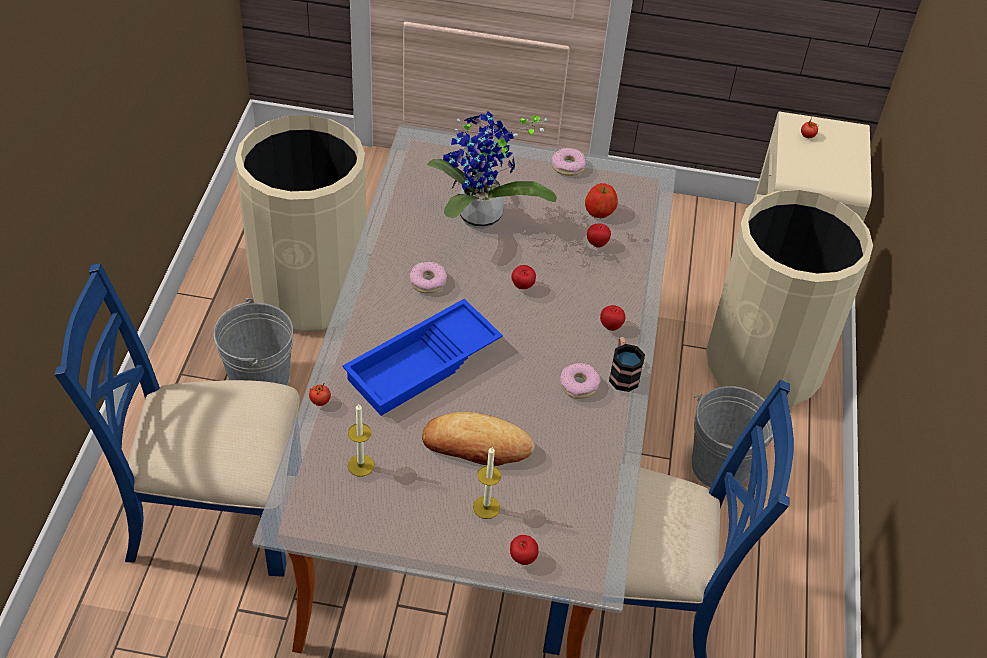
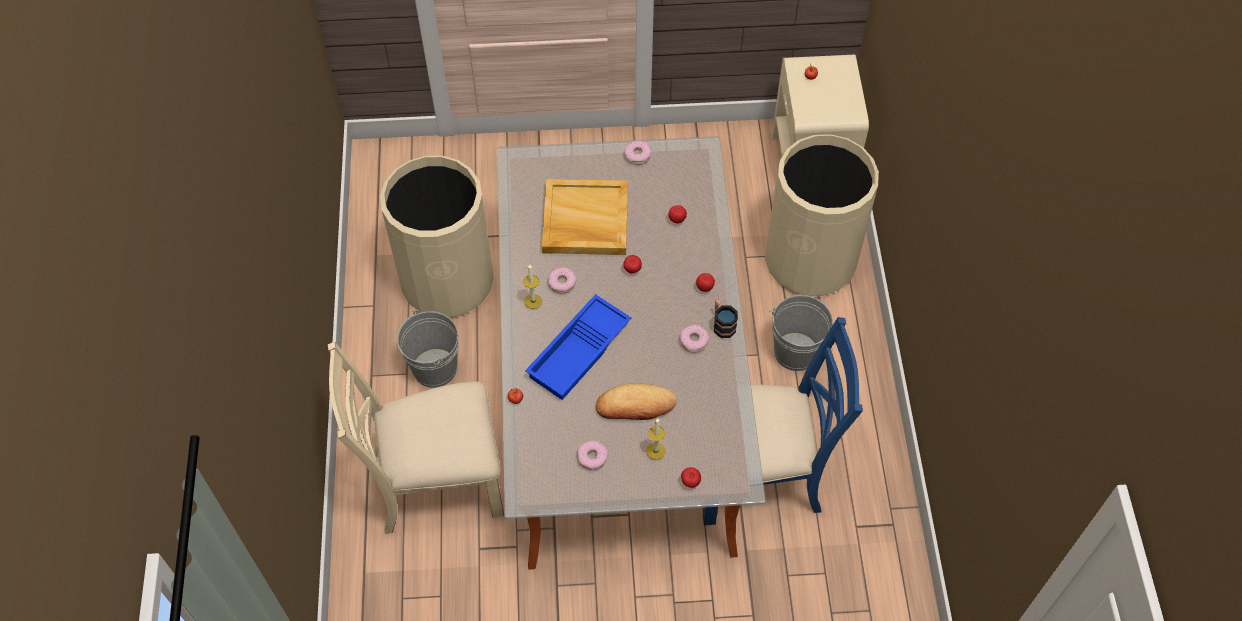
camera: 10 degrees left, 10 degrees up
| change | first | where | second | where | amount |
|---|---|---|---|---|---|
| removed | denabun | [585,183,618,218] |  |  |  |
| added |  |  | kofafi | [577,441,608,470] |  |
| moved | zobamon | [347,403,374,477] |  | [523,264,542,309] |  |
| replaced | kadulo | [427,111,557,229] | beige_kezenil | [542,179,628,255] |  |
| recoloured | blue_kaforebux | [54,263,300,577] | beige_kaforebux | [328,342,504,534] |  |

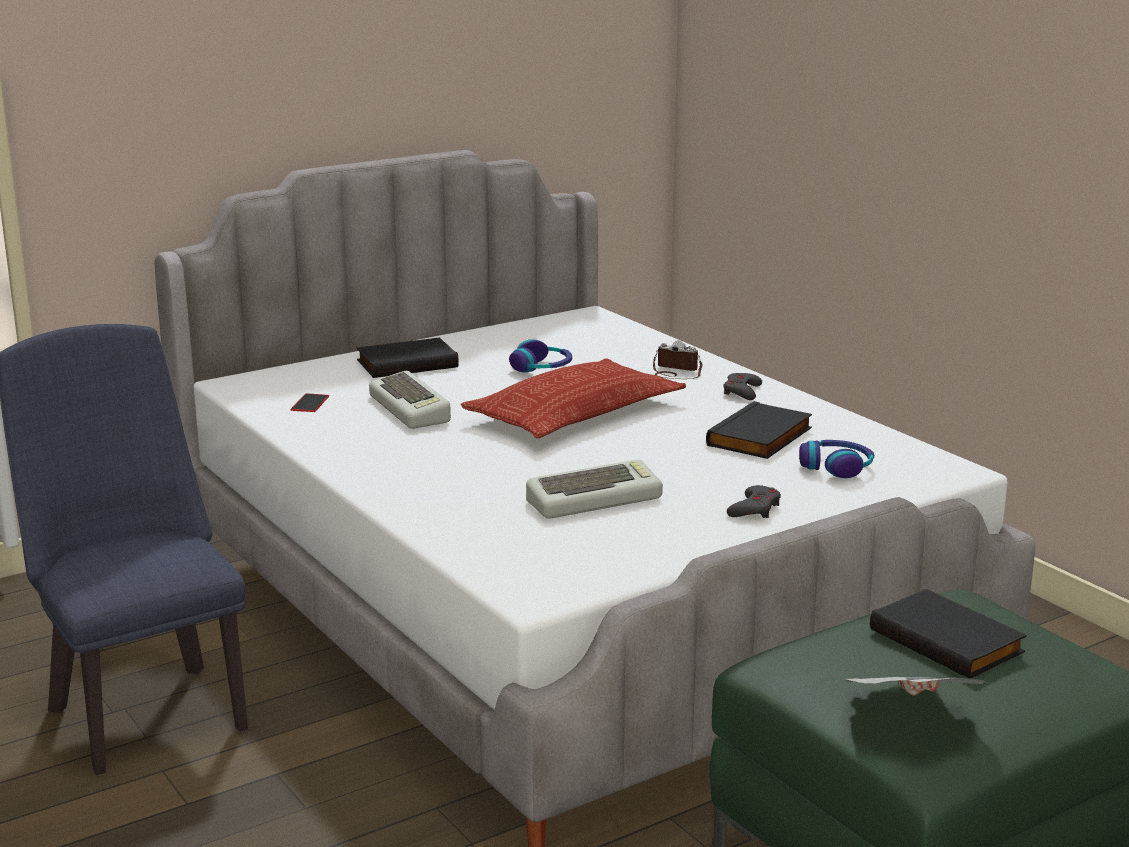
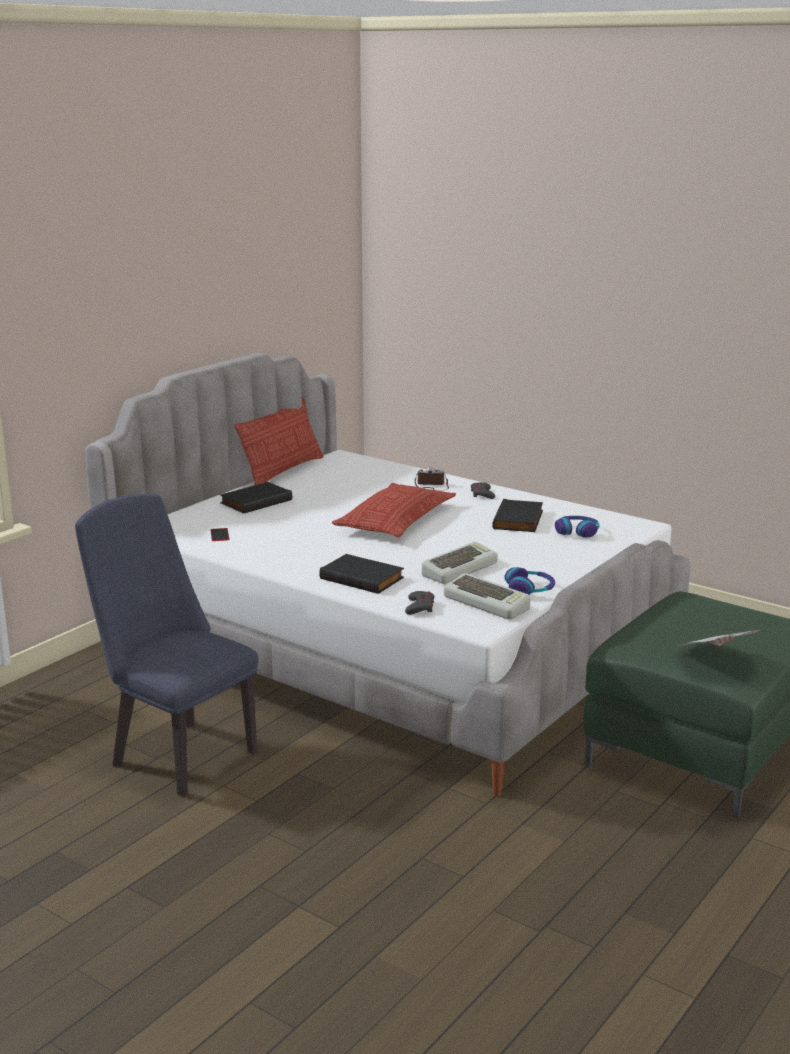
camera: 20 degrees left, 0 degrees up
| change | first | where | second | where | amount |
|---|---|---|---|---|---|
| added |  |  | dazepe | [235,397,324,485] |  |
| moved | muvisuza | [369,371,451,429] |  | [444,573,530,620] |  |
| moved | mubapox | [509,339,572,373] |  | [505,567,555,595] |  |
| moved | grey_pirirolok | [727,485,781,518] |  | [405,591,435,615] |  |
| moved | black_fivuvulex | [870,589,1027,679] |  | [319,554,404,594] |  |

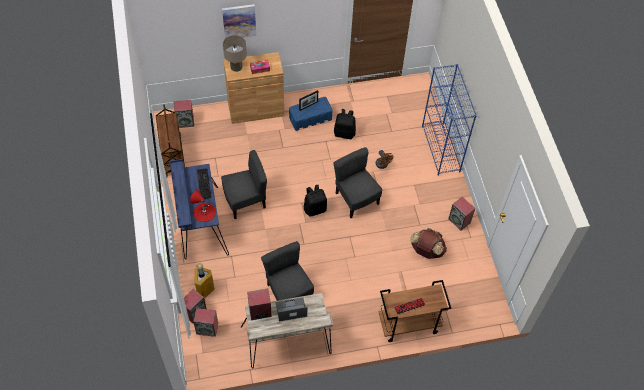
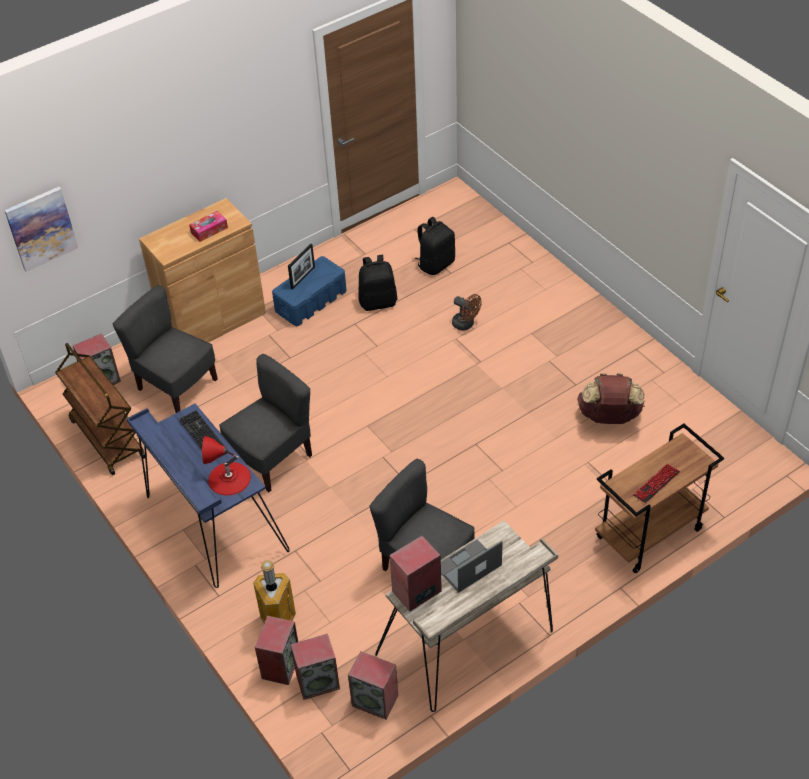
camera: 20 degrees left, 10 degrees down
| change | first | where | second | where | amount |
|---|---|---|---|---|---|
| removed | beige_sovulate | [223,35,247,72] |  |  |  |
| removed | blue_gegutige | [422,64,477,176] |  |  |  |
| moved | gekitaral | [222,4,256,39] |  | [4,187,78,272] |  |
| moved | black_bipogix | [304,185,327,217] |  | [415,217,455,275] |  |
| moved | grey_kaforebux | [334,147,382,218] |  | [113,285,218,413] |  |
| moved | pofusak | [448,197,475,231] |  | [348,652,398,720] |  |

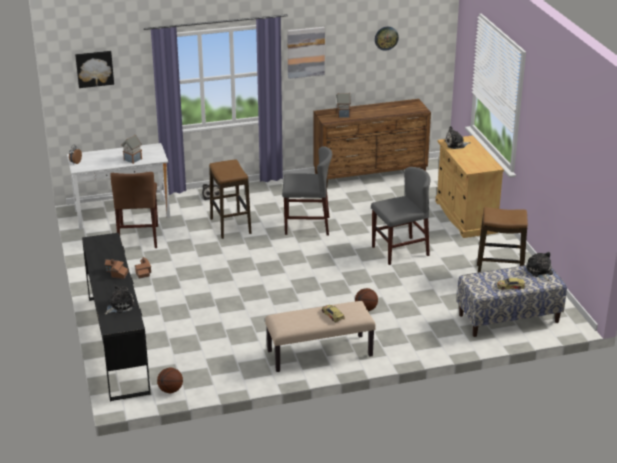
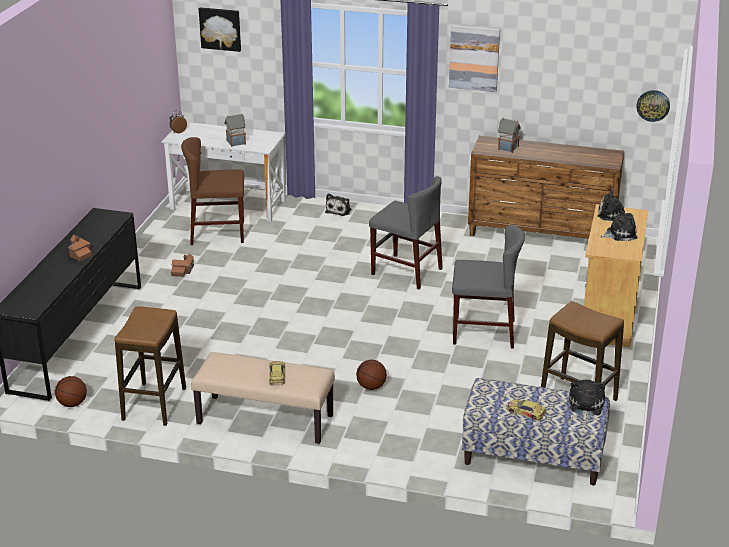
camera: 30 degrees right, 0 degrees up
| change | first | where | second | where | amount |
|---|---|---|---|---|---|
| moved | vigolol | [104,284,136,315] |  | [600,209,638,241] |  |
| moved | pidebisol | [209,159,252,239] |  | [115,306,186,426] |  |
| moved | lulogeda | [375,27,399,51] |  | [636,90,670,122] |  |
| turned | brown_kaforebux | [110,172,158,248] |  | [181,137,244,245] | 60 degrees clockwise |

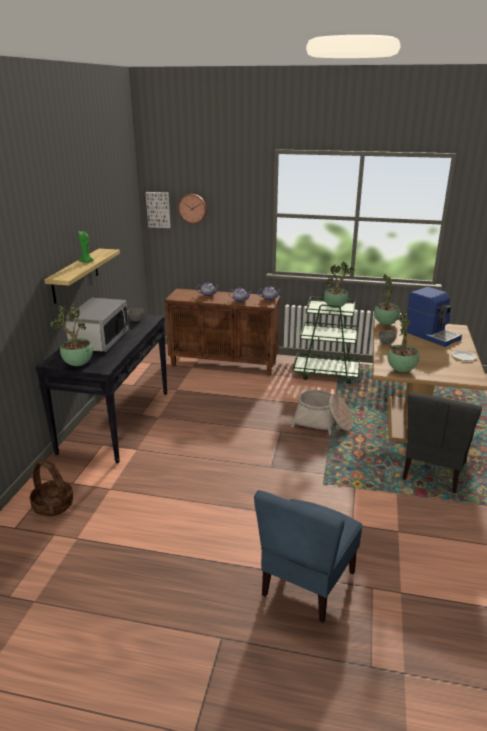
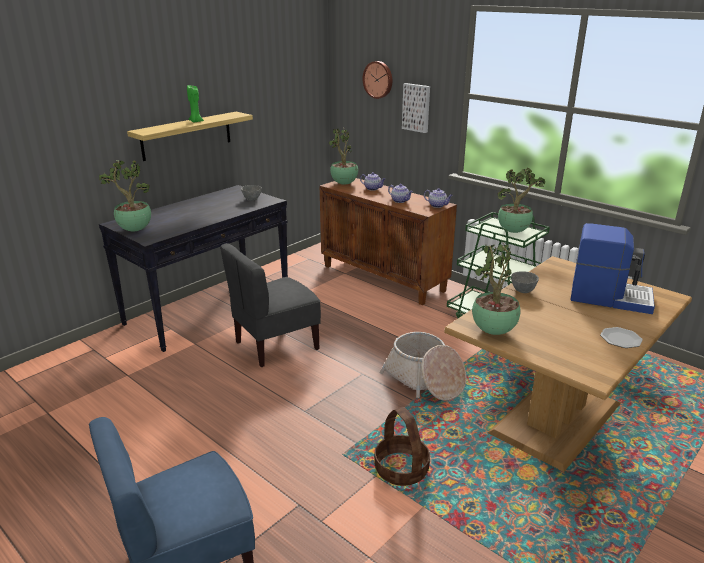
camera: 30 degrees right, 0 degrees up
| change | first | where | second | where | amount |
|---|---|---|---|---|---|
| removed | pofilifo | [65,298,129,352] |  |  |  |
| moved | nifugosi | [30,459,73,516] |  | [374,407,430,486] |  |
| moved | gekitaral | [146,192,171,228] |  | [402,83,430,133] |  |
| moved | kadulo | [374,274,400,325] |  | [329,129,358,185] |  |
| moved | grey_kaforebux | [402,392,482,493] |  | [220,243,321,367] |  |
| turned | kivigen | [407,287,462,347] |  | [570,223,655,314] | 60 degrees counterclockwise |

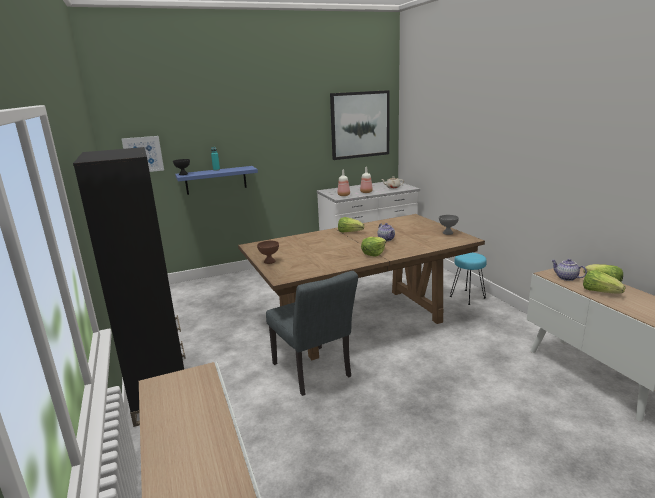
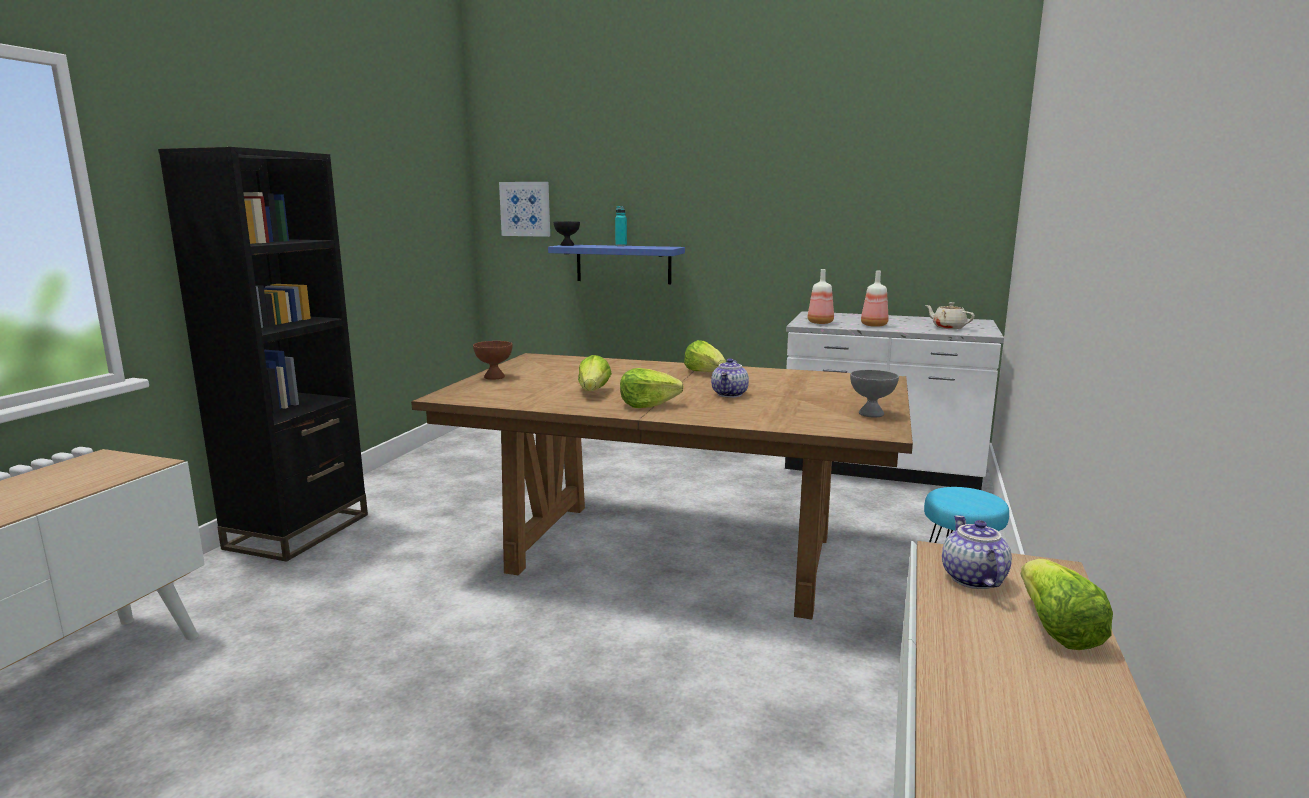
camera: 40 degrees right, 5 degrees down
| change | first | where | second | where | amount |
|---|---|---|---|---|---|
| removed | grey_kaforebux | [266,271,358,396] |  |  |  |
| removed | gekitaral | [330,90,390,160] |  |  |  |
| moved | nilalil | [583,270,625,293] |  | [578,355,612,391] |  |

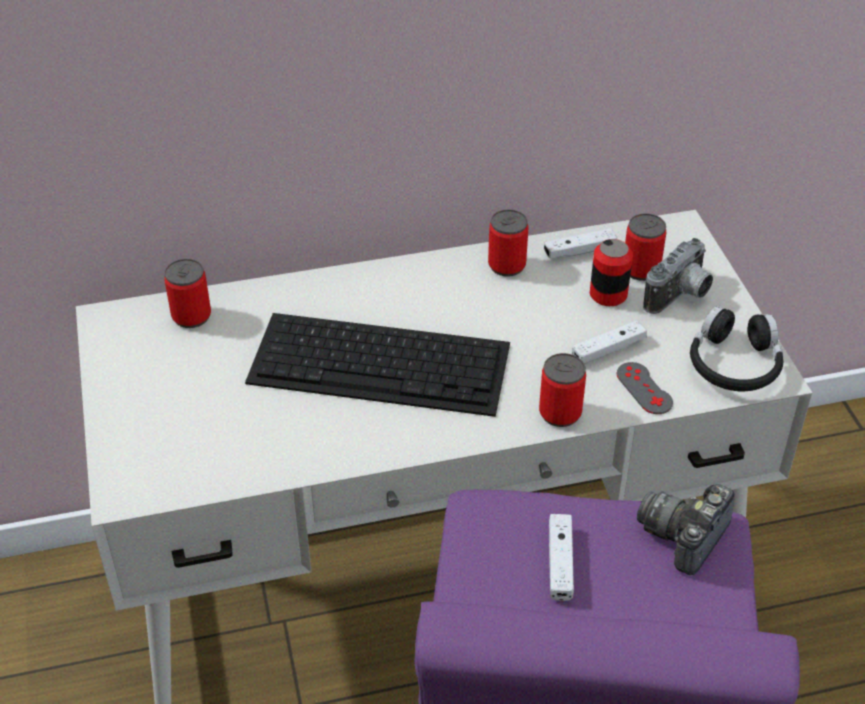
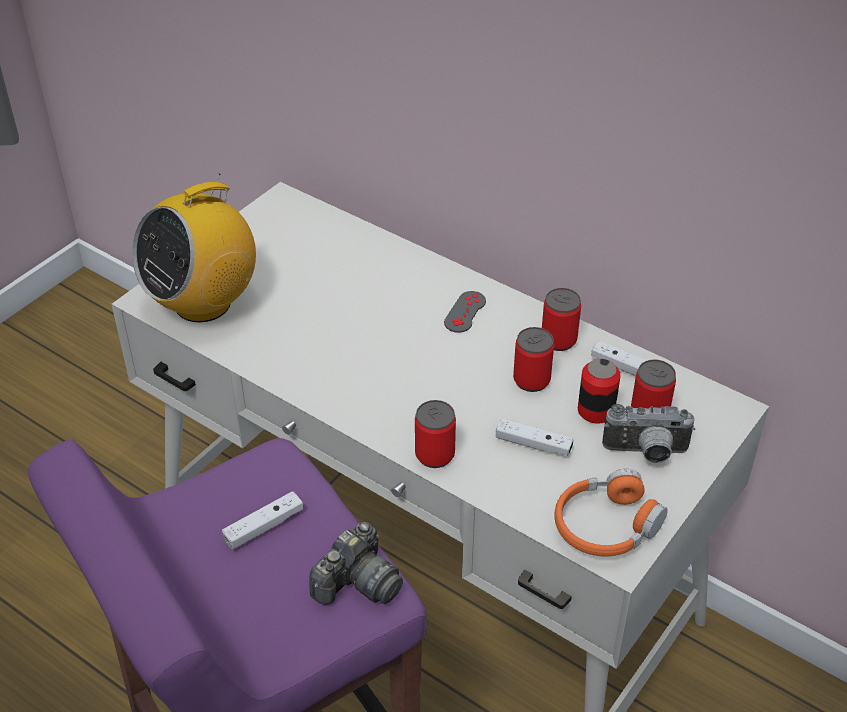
camera: 50 degrees right, 0 degrees up
| change | first | where | second | where | amount |
|---|---|---|---|---|---|
| removed | muvisuza | [245,313,510,417] |  |  |  |
| added |  |  | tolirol | [132,173,256,322] |  |
| moved | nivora | [164,259,211,328] |  | [513,327,554,392] |  |
| moved | grey_pirirolok | [617,362,673,414] |  | [444,291,486,333] |  |
| recoloured | black_mubapox | [690,306,784,391] | orange_mubapox | [555,469,668,557] |  |
| turned | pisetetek | [637,484,735,575] |  | [309,522,403,605] | 135 degrees clockwise |

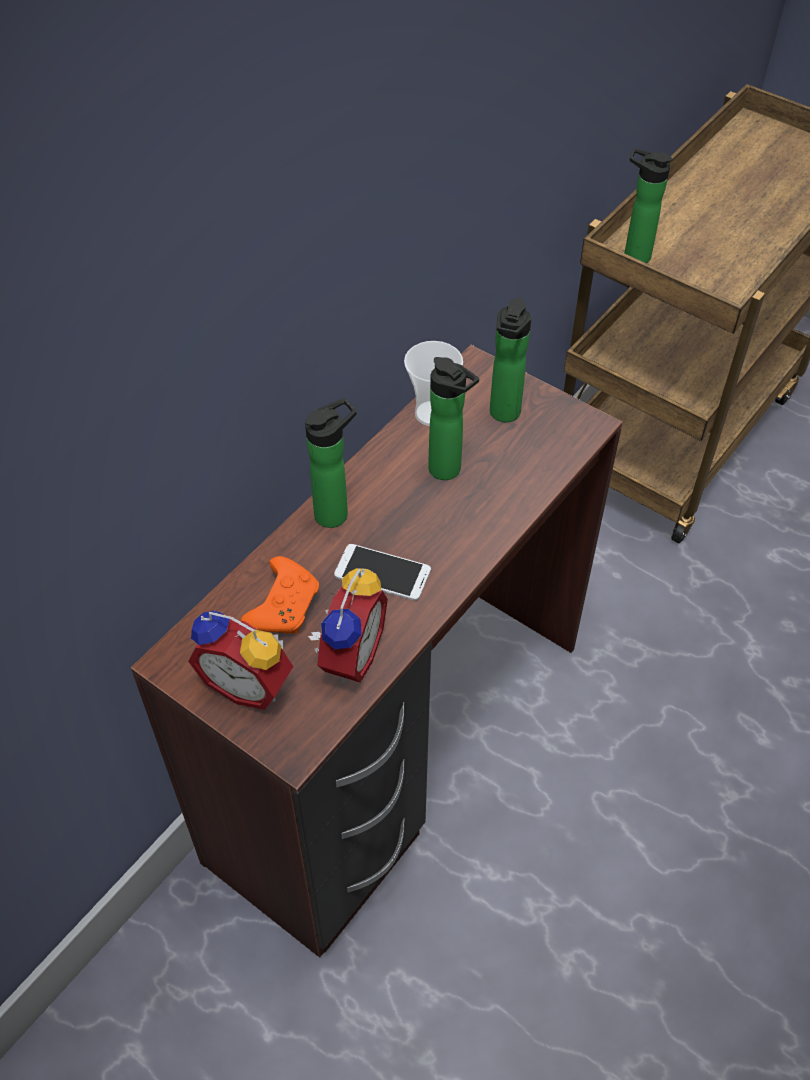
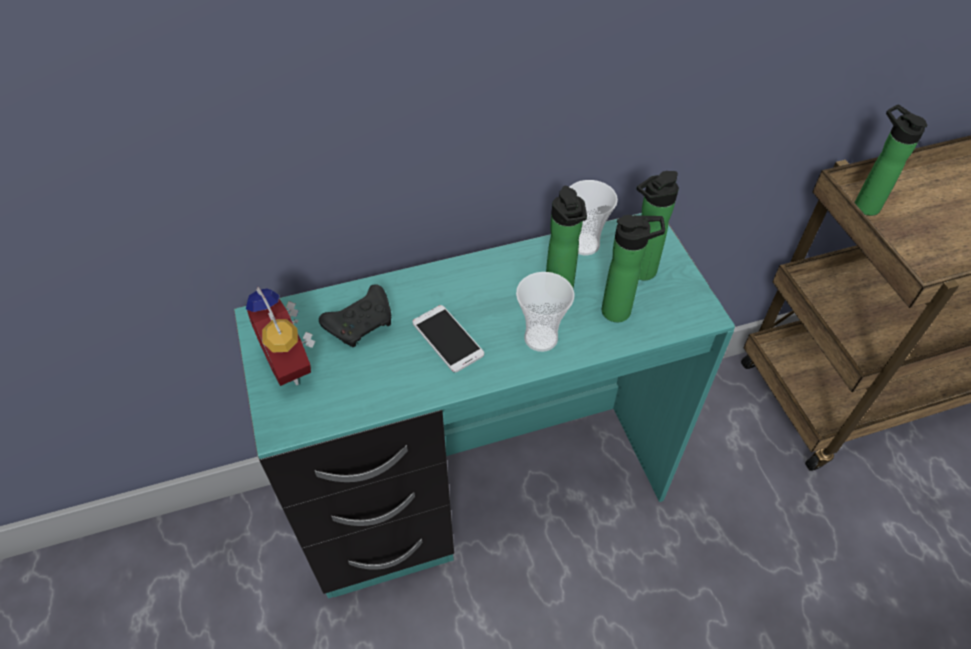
camera: 35 degrees right, 0 degrees up
| change | first | where | second | where | amount |
|---|---|---|---|---|---|
| removed | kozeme | [308,568,388,684] |  |  |  |
| added |  |  | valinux | [516,272,575,352] |  |
| moved | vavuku | [305,398,357,528] |  | [602,215,665,322] |  |
| recoloured | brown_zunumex | [131,345,623,957] | turquoise_zunumex | [234,213,735,598] |  |
| recoloured | orange_pirirolok | [241,556,319,634] | black_pirirolok | [319,284,391,347] |  |

